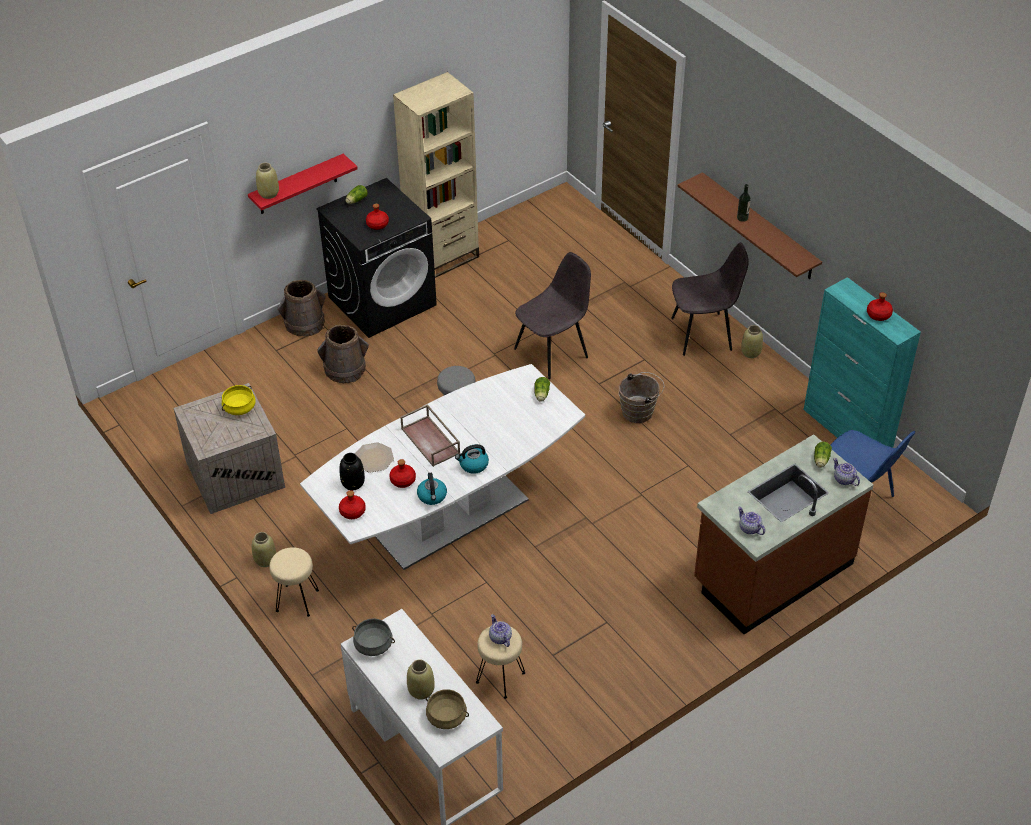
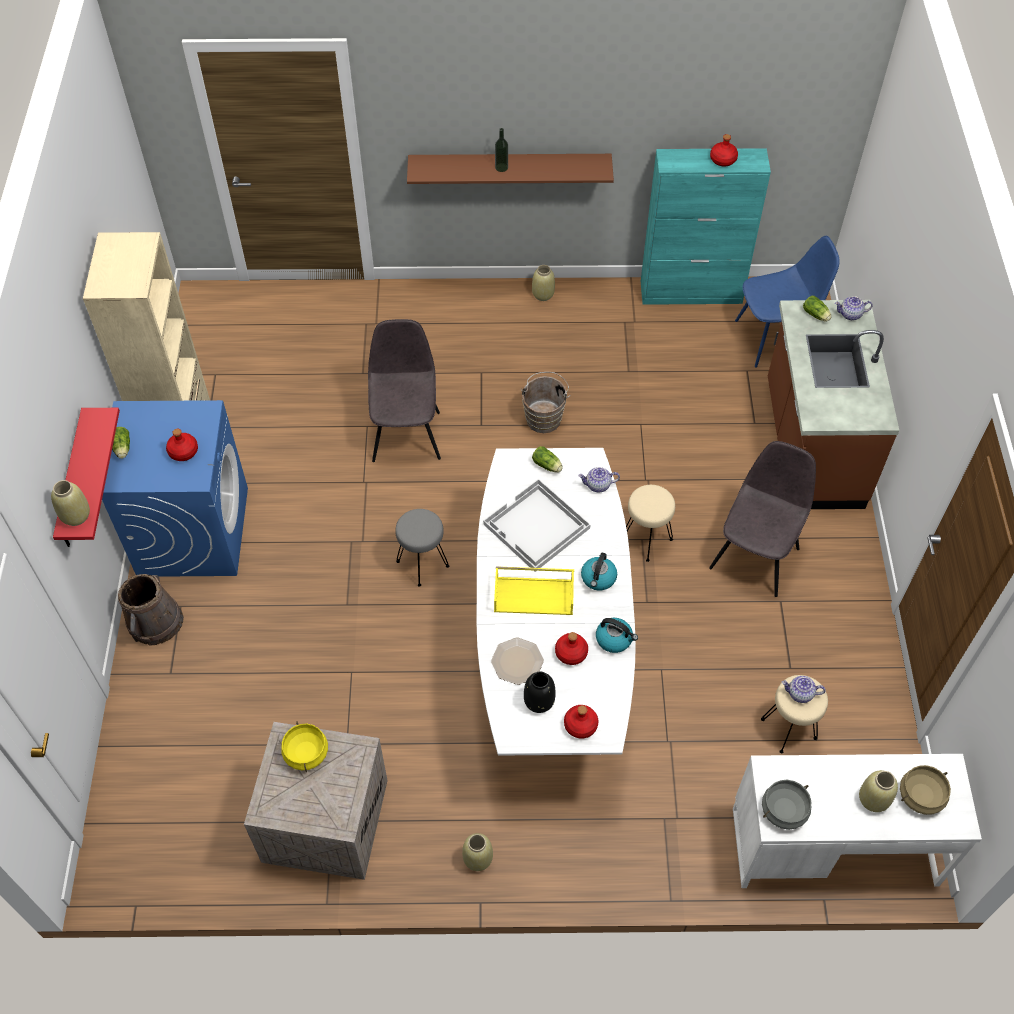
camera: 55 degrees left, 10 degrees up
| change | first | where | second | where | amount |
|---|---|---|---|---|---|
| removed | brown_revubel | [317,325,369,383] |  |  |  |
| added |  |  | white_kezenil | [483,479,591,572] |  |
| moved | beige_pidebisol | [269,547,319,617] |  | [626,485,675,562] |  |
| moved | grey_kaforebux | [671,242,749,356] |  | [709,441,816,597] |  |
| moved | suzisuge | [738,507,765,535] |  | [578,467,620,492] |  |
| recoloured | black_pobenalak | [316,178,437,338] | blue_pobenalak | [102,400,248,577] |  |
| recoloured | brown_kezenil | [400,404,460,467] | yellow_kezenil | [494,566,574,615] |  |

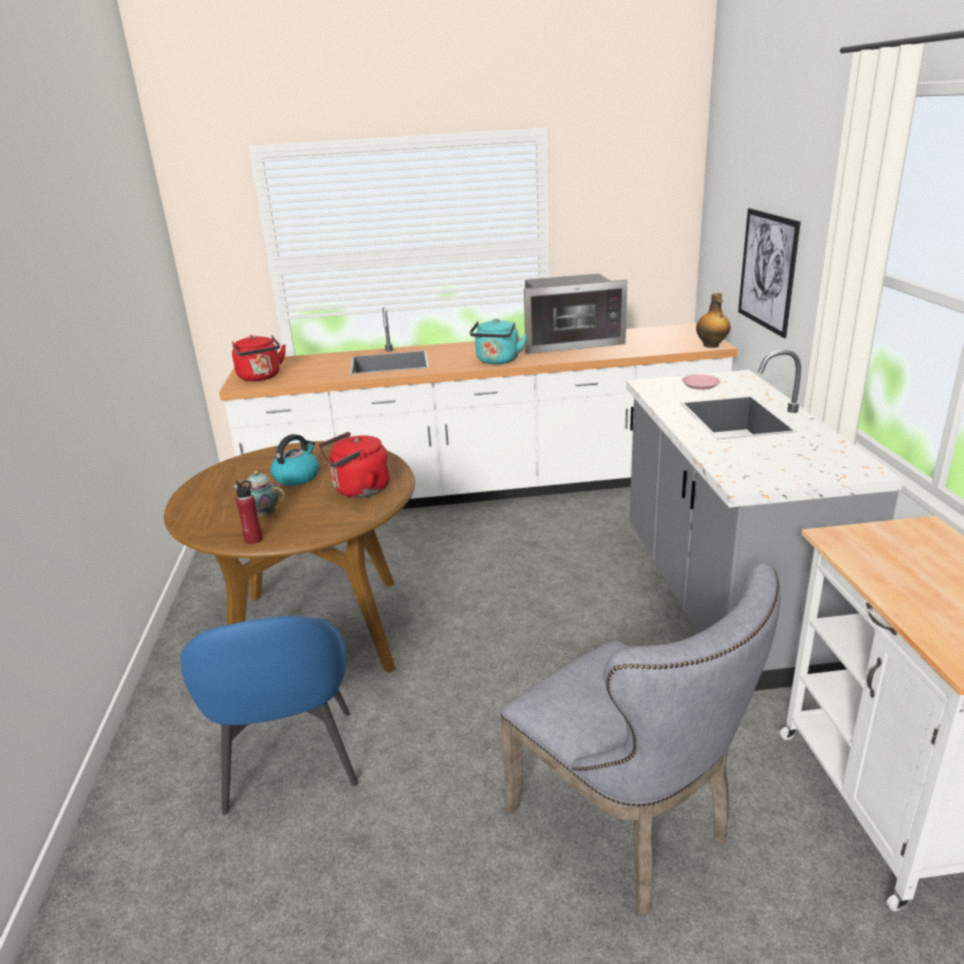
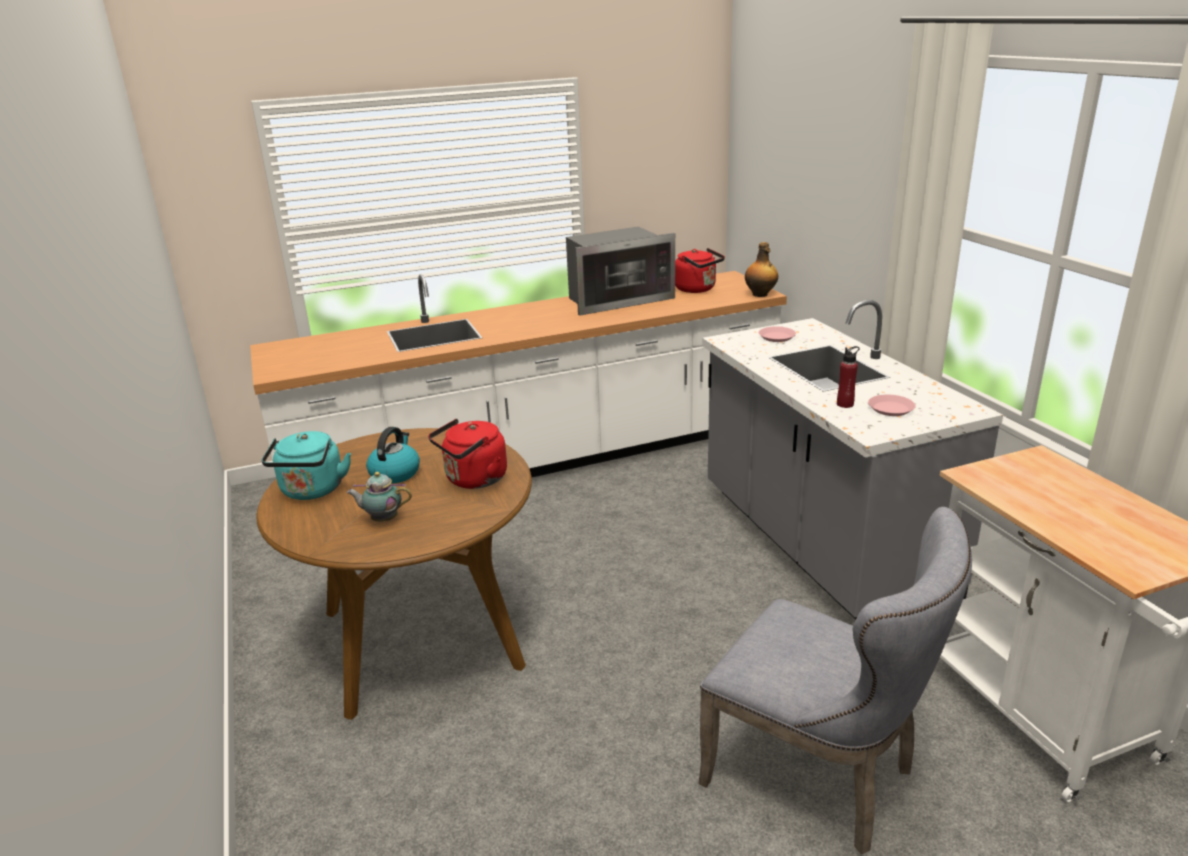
camera: 15 degrees left, 0 degrees up
| change | first | where | second | where | amount |
|---|---|---|---|---|---|
| removed | blue_kaforebux | [181,616,358,815] |  |  |  |
| removed | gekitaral | [738,208,801,338] |  |  |  |
| added |  |  | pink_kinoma | [868,394,915,416] |  |
| moved | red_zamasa | [232,335,286,381] |  | [675,248,725,293] |  |
| moved | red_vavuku | [236,481,263,544] |  | [837,346,860,408] |  |
| moved | turquoise_zamasa | [470,318,527,364] |  | [261,431,351,500] |  |

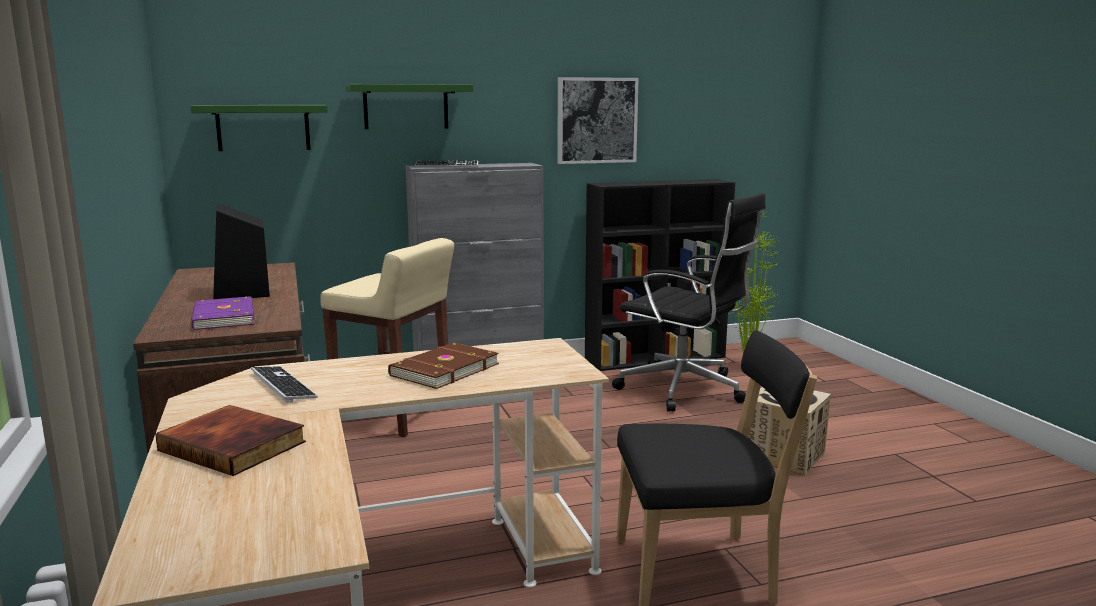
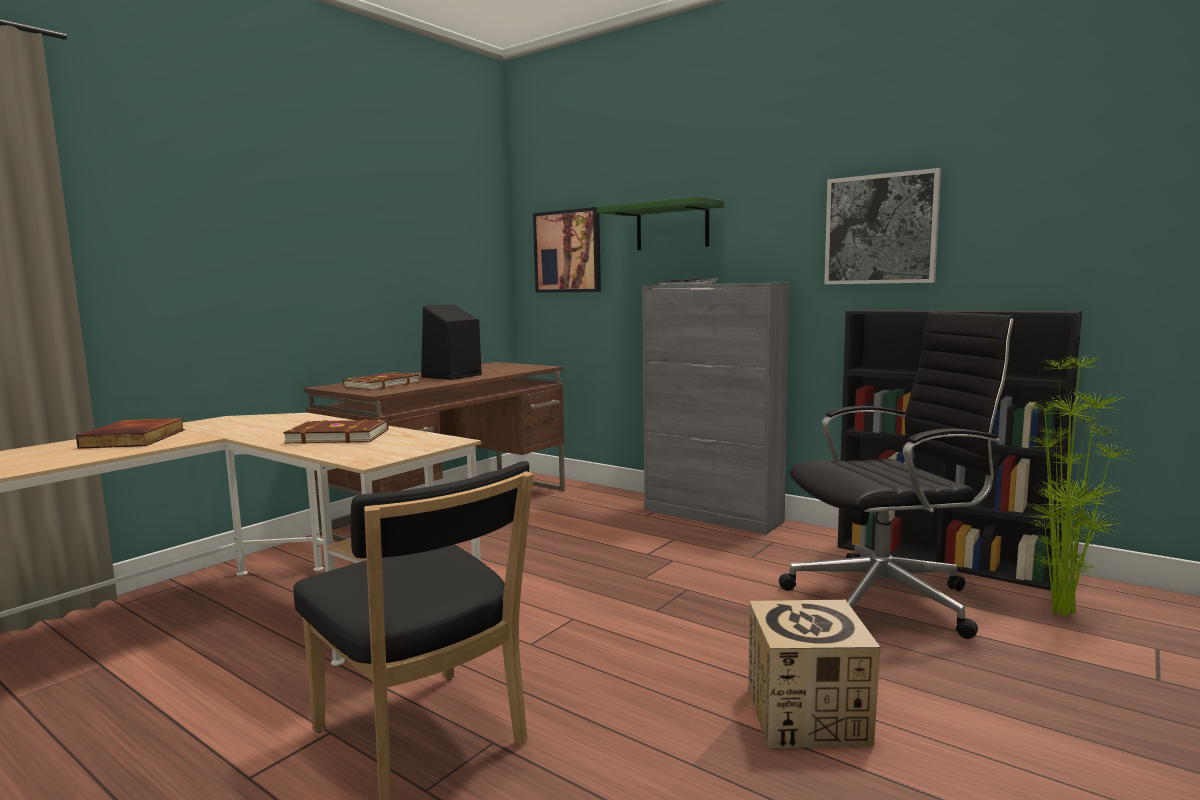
camera: 55 degrees right, 5 degrees down
| change | first | where | second | where | amount |
|---|---|---|---|---|---|
| removed | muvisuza | [251,366,318,402] |  |  |  |
| removed | beige_pidebisol | [320,238,454,437] |  |  |  |
| replaced | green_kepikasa | [191,105,328,151] | gekitaral | [533,207,601,293] |  |
| recoloured | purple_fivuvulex | [191,297,254,330] | brown_fivuvulex | [343,372,420,390] |  |
| turned | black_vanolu | [612,193,766,411] |  | [779,312,1015,639] | 105 degrees counterclockwise |

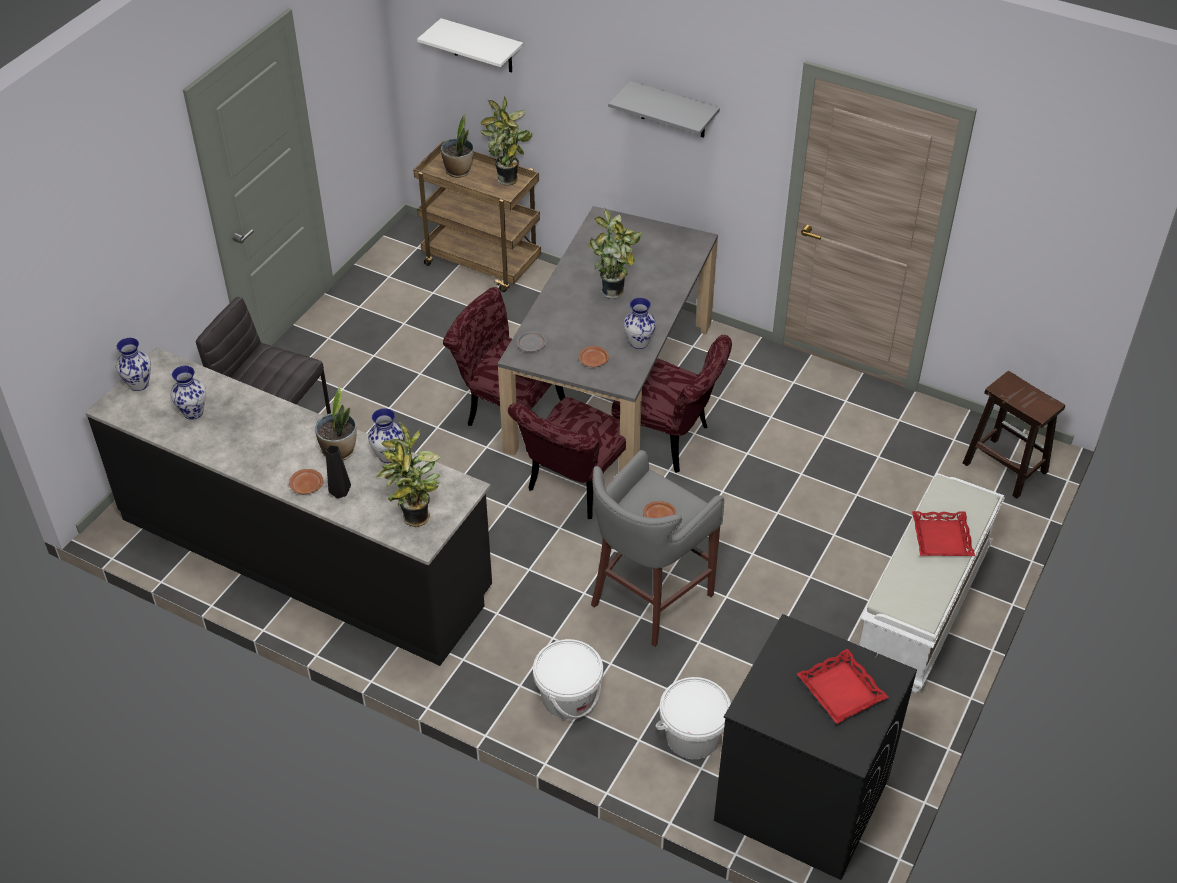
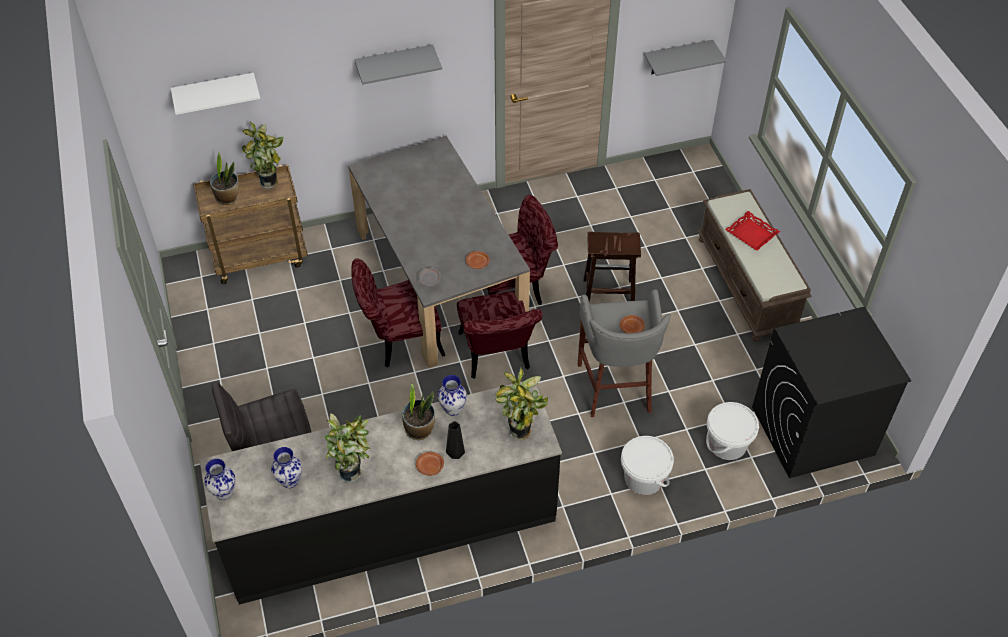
camera: 45 degrees left, 5 degrees up
| change | first | where | second | where | amount |
|---|---|---|---|---|---|
| removed | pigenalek | [623,298,656,349] |  |  |  |
| removed | red_kezenil | [797,648,889,724] |  |  |  |
| added |  |  | grey_kepikasa | [644,40,726,76] |  |
| moved | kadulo | [588,208,643,299] |  | [324,413,371,483] |  |
| moved | brown_pidebisol | [963,371,1065,499] |  | [584,232,641,302] |  |
| recoloured | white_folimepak | [859,473,1005,693] | brown_folimepak | [698,189,812,342] |  |

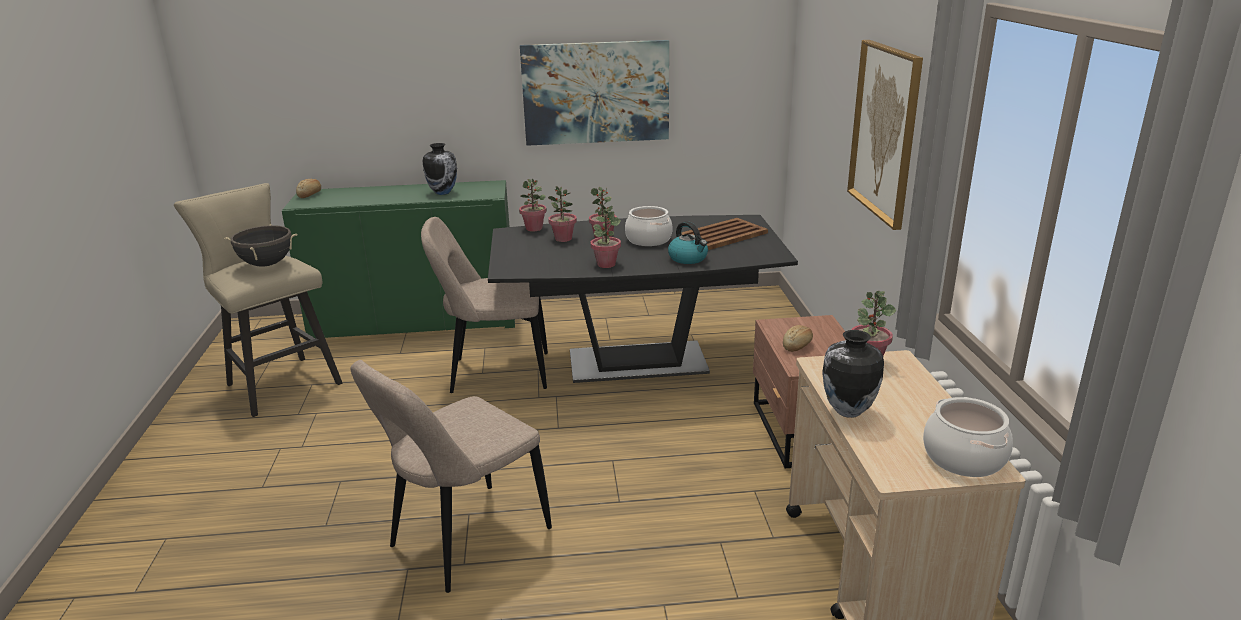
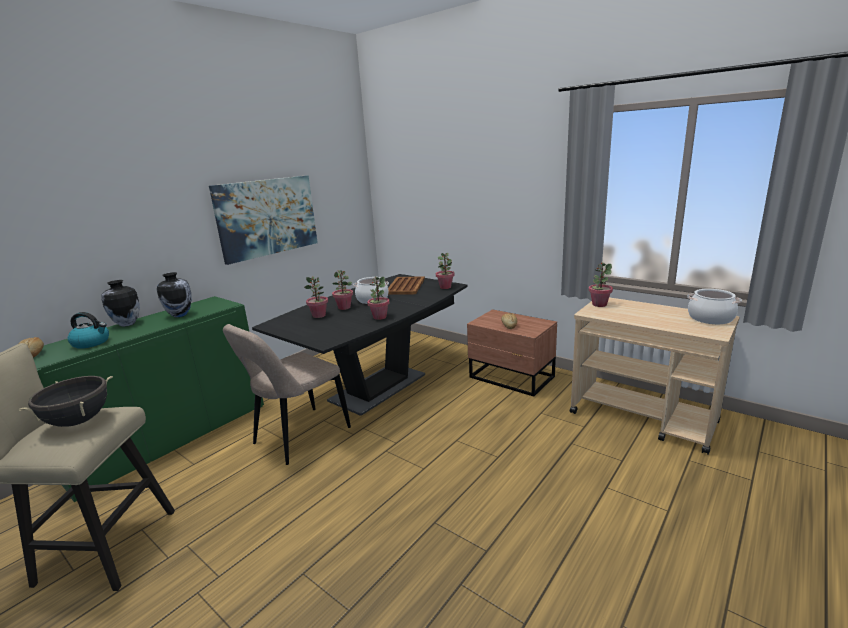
camera: 45 degrees left, 5 degrees down
| change | first | where | second | where | amount |
|---|---|---|---|---|---|
| removed | beige_kaforebux | [350,360,552,593] |  |  |  |
| removed | gekitaral | [847,40,923,230] |  |  |  |
| moved | kadulo | [519,179,547,232] |  | [436,253,454,289] |  |
| moved | zamasa | [668,221,708,264] |  | [67,312,109,349] |  |
| moved | pigenalek | [822,330,884,418] |  | [101,280,139,327] |  |

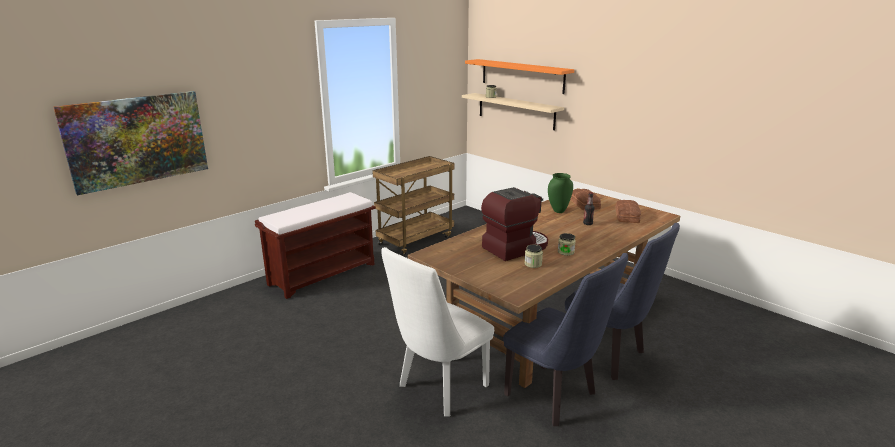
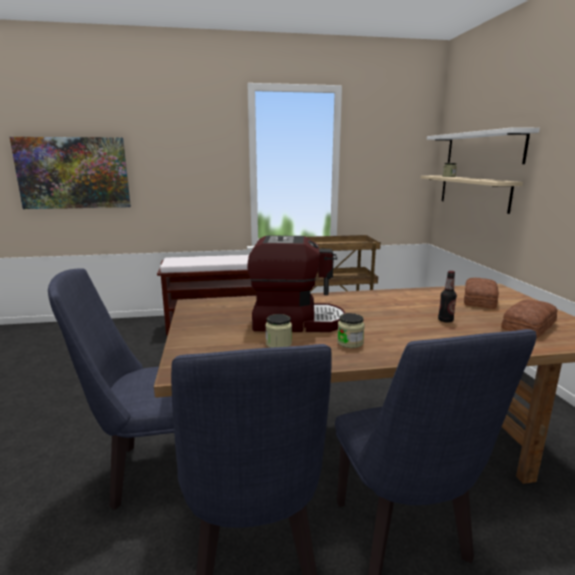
camera: 35 degrees right, 5 degrees down
| change | first | where | second | where | amount |
|---|---|---|---|---|---|
| removed | green_pigenalek | [548,173,573,213] |  |  |  |
| recoloured | white_kaforebux | [381,247,494,416] | blue_kaforebux | [48,268,174,510] |  |
| recoloured | orange_kepikasa | [465,59,574,94] | white_kepikasa | [427,127,540,164] |  |

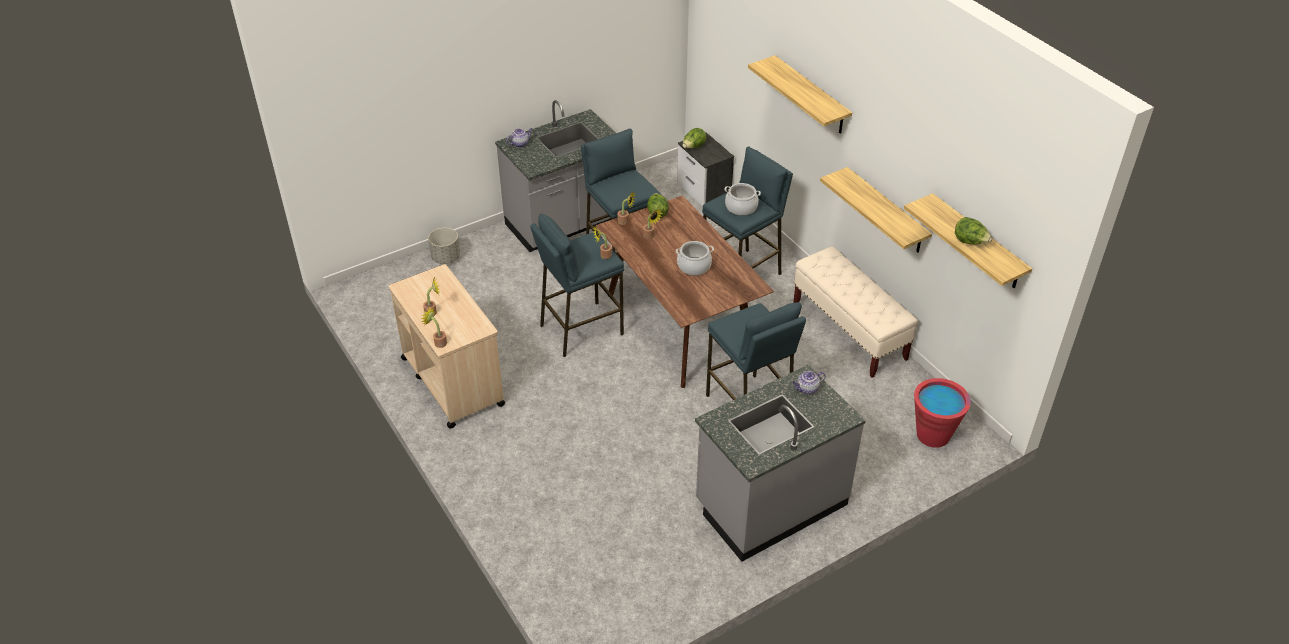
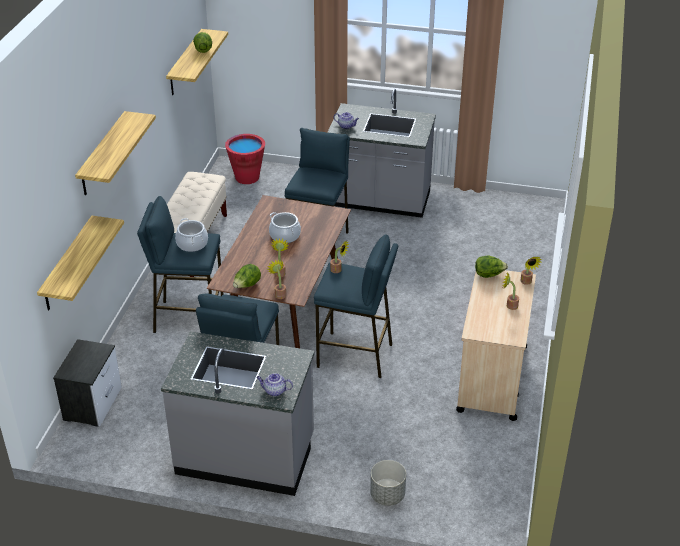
camera: 135 degrees left, 5 degrees down
| change | first | where | second | where | amount |
|---|---|---|---|---|---|
| moved | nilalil | [682,128,706,148] |  | [475,256,508,278] |  |
| moved | kepikasa | [820,167,932,253] |  | [37,216,124,310] |  |

